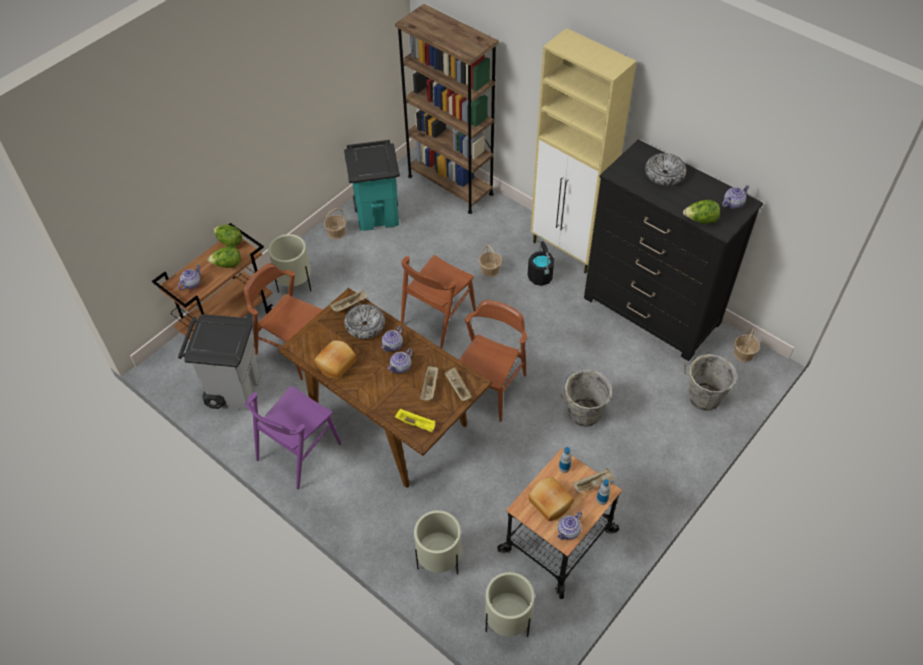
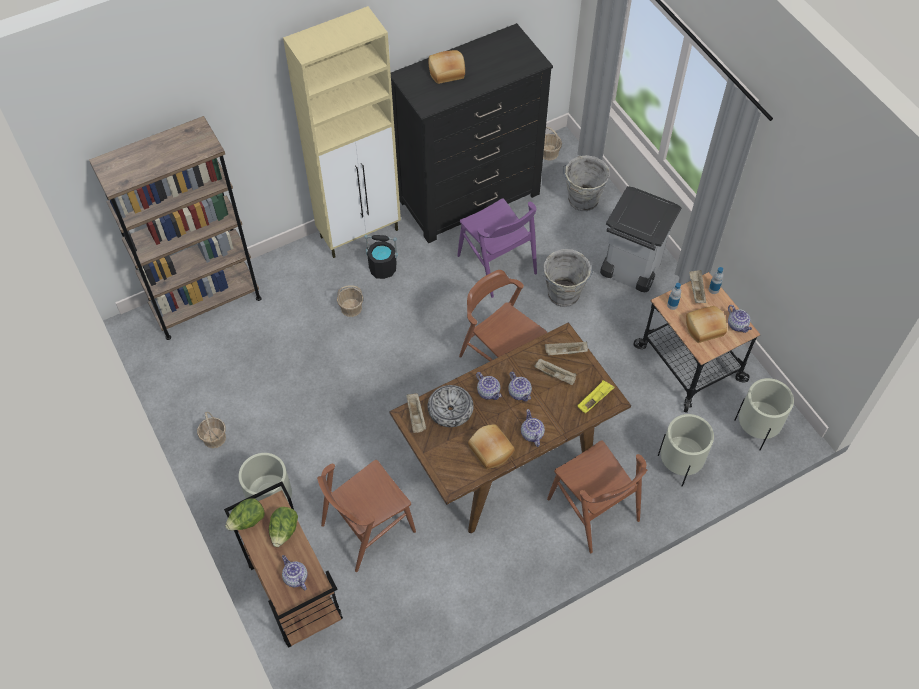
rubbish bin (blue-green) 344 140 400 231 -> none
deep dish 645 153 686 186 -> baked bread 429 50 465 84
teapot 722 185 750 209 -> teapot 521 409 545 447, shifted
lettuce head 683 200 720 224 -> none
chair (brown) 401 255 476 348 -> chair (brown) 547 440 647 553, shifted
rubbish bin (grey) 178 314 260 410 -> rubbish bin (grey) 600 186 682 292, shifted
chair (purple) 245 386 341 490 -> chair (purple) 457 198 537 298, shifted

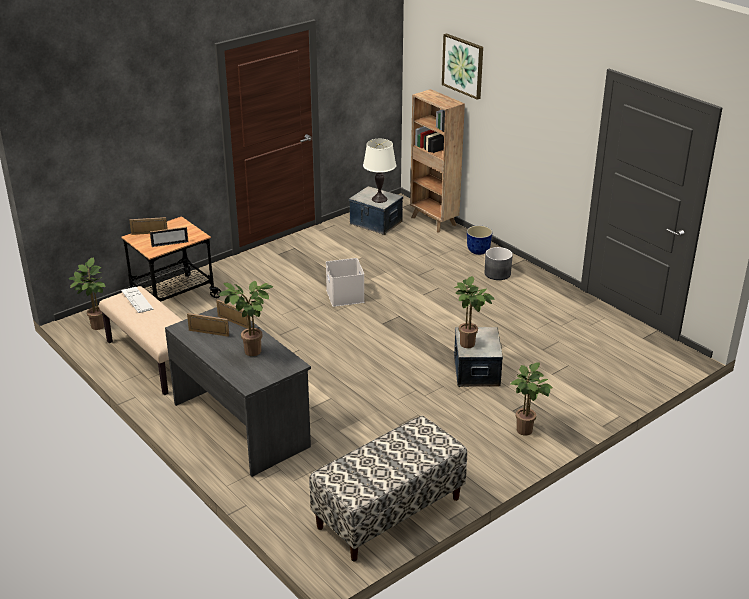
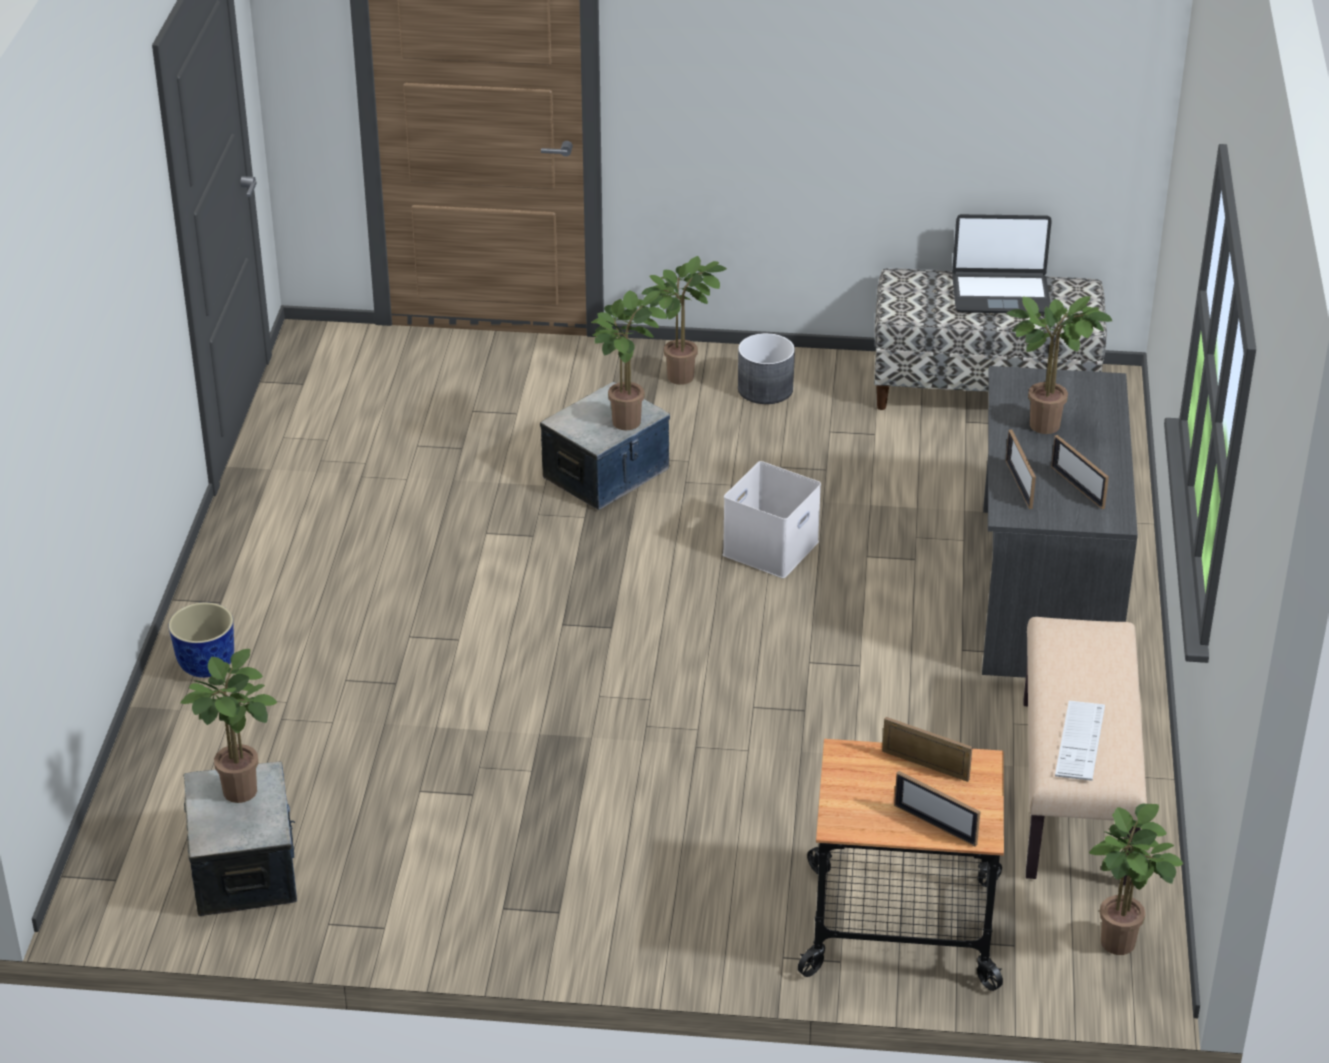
wall picture 442 33 483 100 -> none
bookcase (brown) 410 89 465 232 -> none
tabletop lamp (whitish) 363 139 396 203 -> houseplant 180 649 277 803
flower pot (grey) 484 247 513 280 -> flower pot (grey) 738 333 795 404, shifted
storage container (whitish) 326 258 365 307 -> storage container (whitish) 723 461 821 578, shifted
none -> portable computer 952 214 1052 314

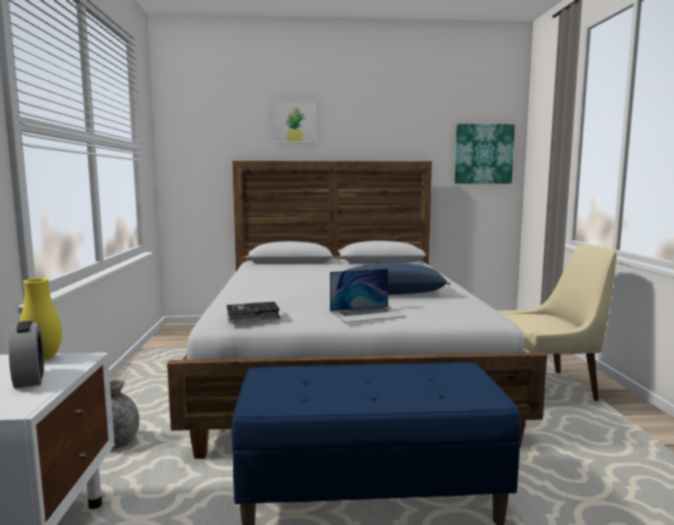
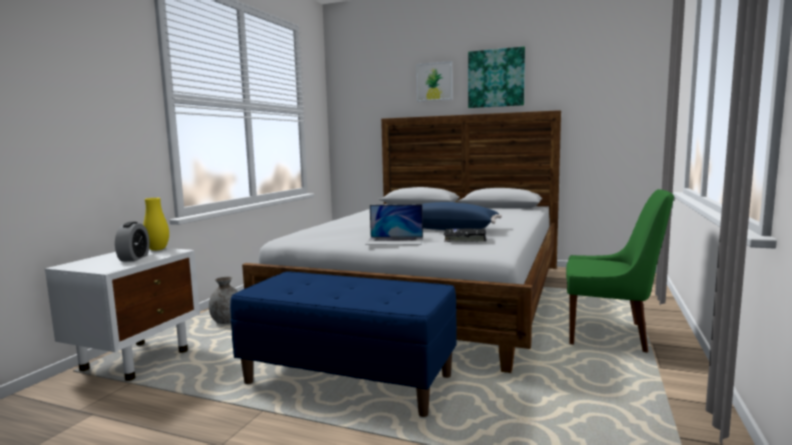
wall picture 454 124 515 183 -> wall picture 468 46 525 108, shifted
chair (sand-coloured) 498 244 617 401 -> chair (green-coloured) 566 189 674 353
volume (black) 227 302 280 323 -> volume (black) 444 229 487 242, shifted

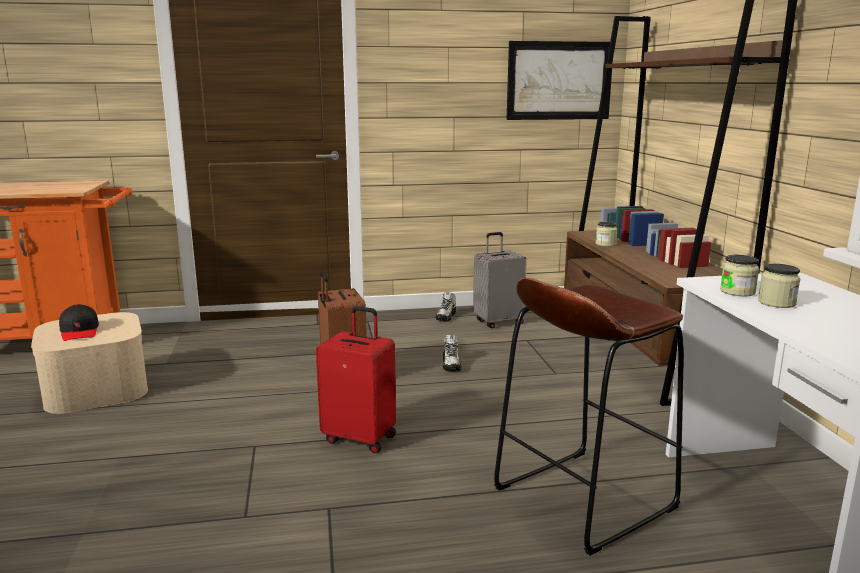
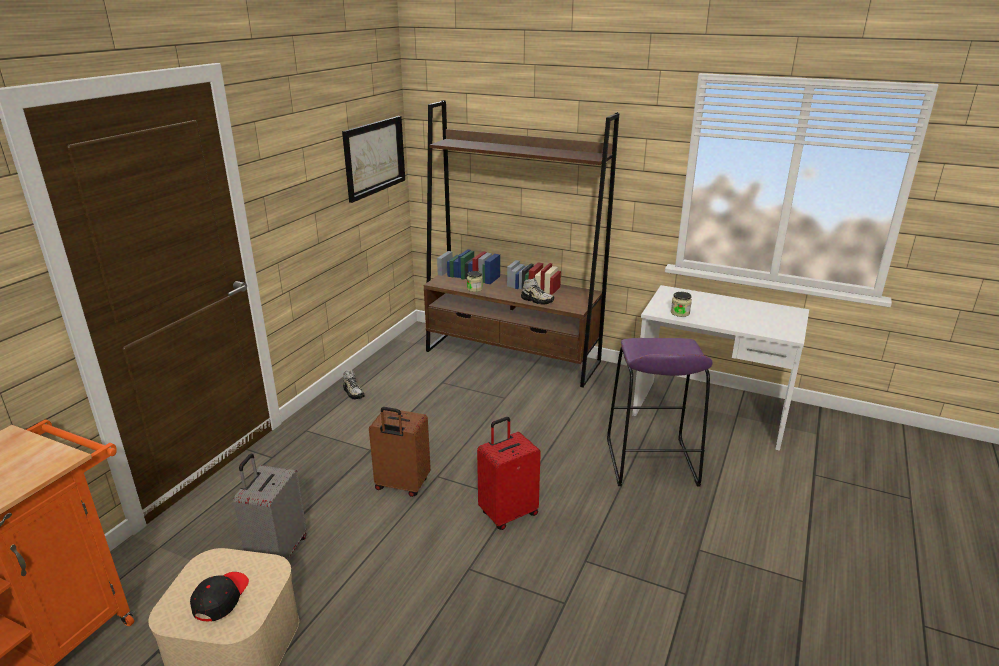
travel case (grey) 473 232 527 328 -> travel case (grey) 233 454 306 560, shifted
jar 758 264 800 308 -> none
stool seat (brown) 494 278 684 556 -> stool seat (purple) 607 338 712 486
baseball cap (black) 59 304 99 341 -> baseball cap (black) 190 572 249 622, 90 degrees counterclockwise
shoe 443 335 461 371 -> shoe 521 278 554 305, shifted

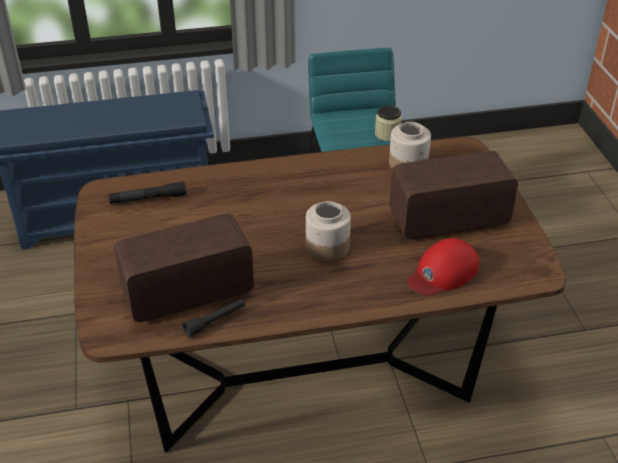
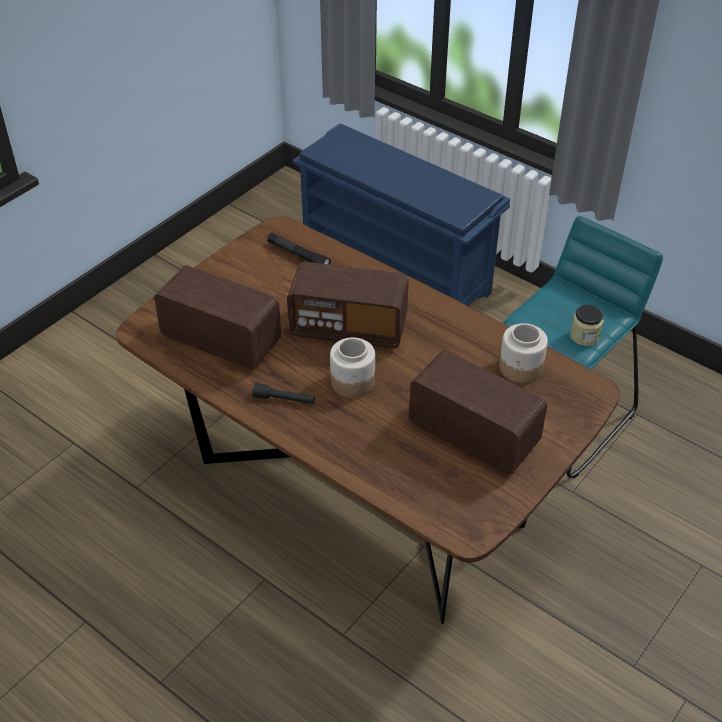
baseball cap (red-coloured) 407 238 479 295 -> none
hand torch (black) 182 299 245 338 -> hand torch (black) 252 383 315 404, shifted
none -> radio receiver 287 262 409 348

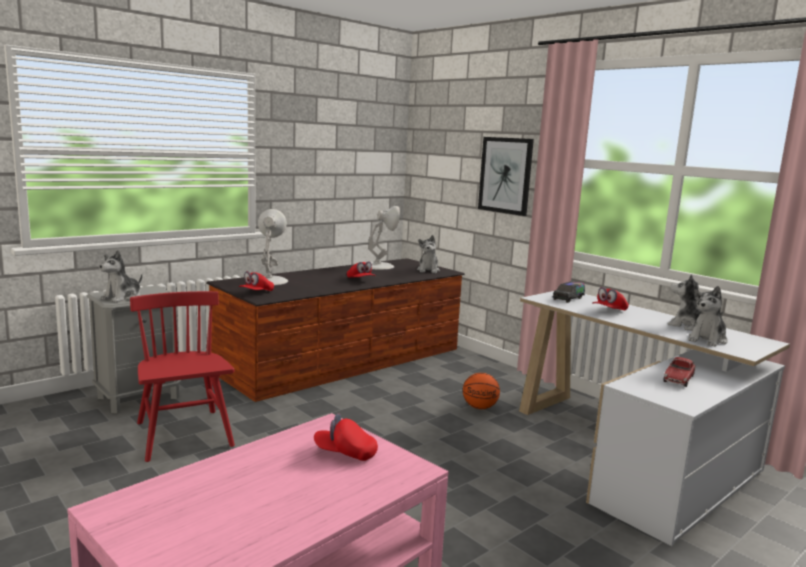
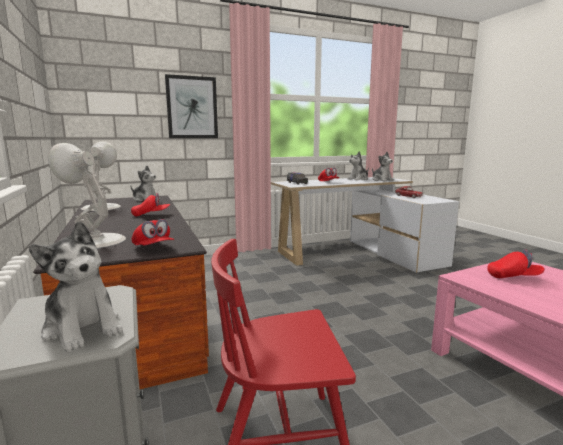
basketball ball 463 373 500 409 -> none
baseball cap (red-coloured) 314 413 378 461 -> baseball cap (red-coloured) 487 249 545 278, 105 degrees counterclockwise

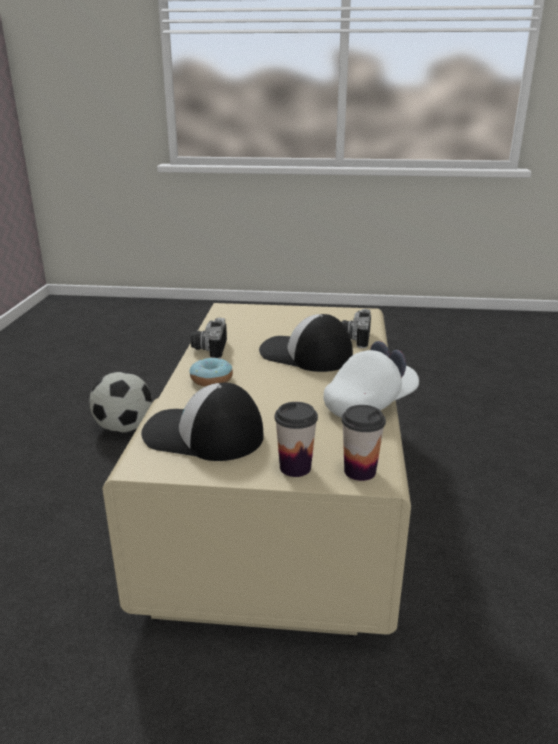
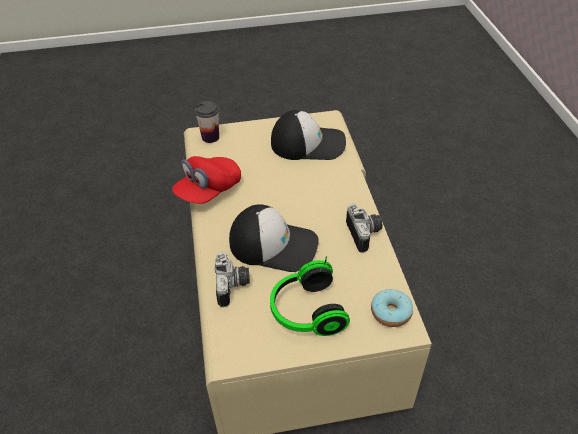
baseball cap (whitish) 324 341 419 418 -> baseball cap (red-coloured) 172 156 241 204
ring doughnut 190 358 233 387 -> ring doughnut 371 289 413 327, shifted
ball for football 89 372 152 433 -> none
drinking cup 275 402 318 477 -> none
none -> headphones 270 256 350 336

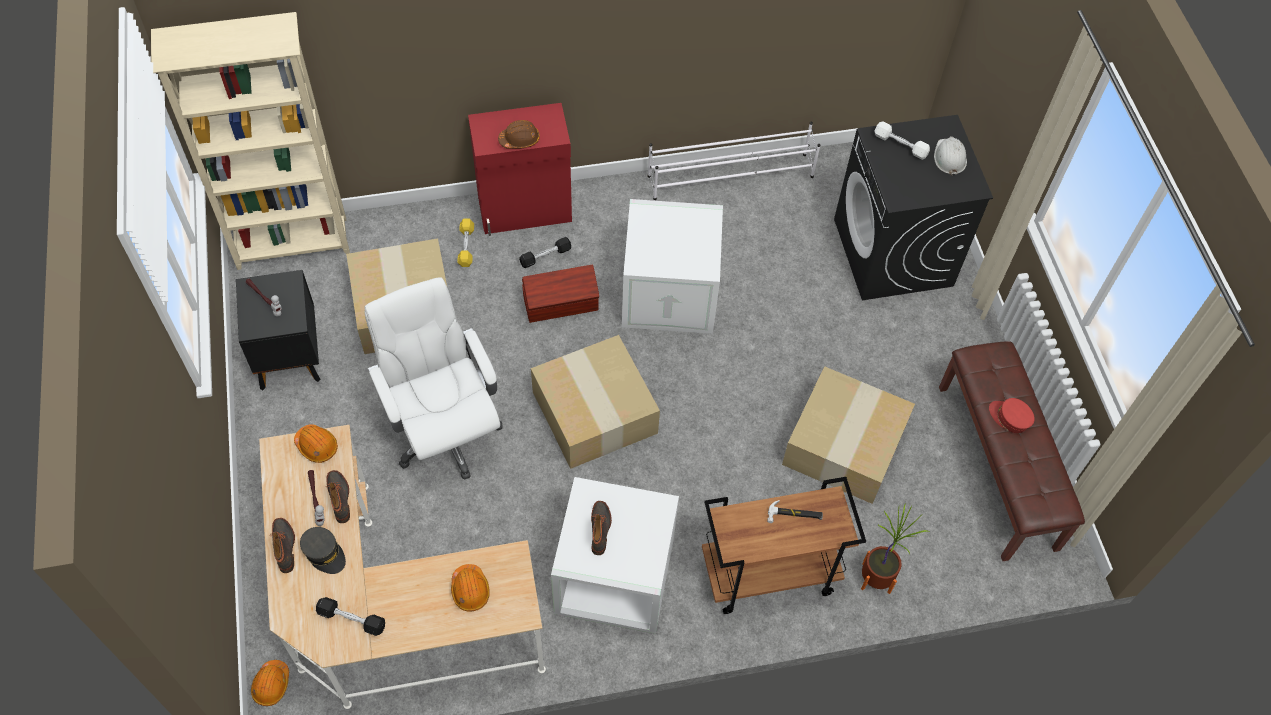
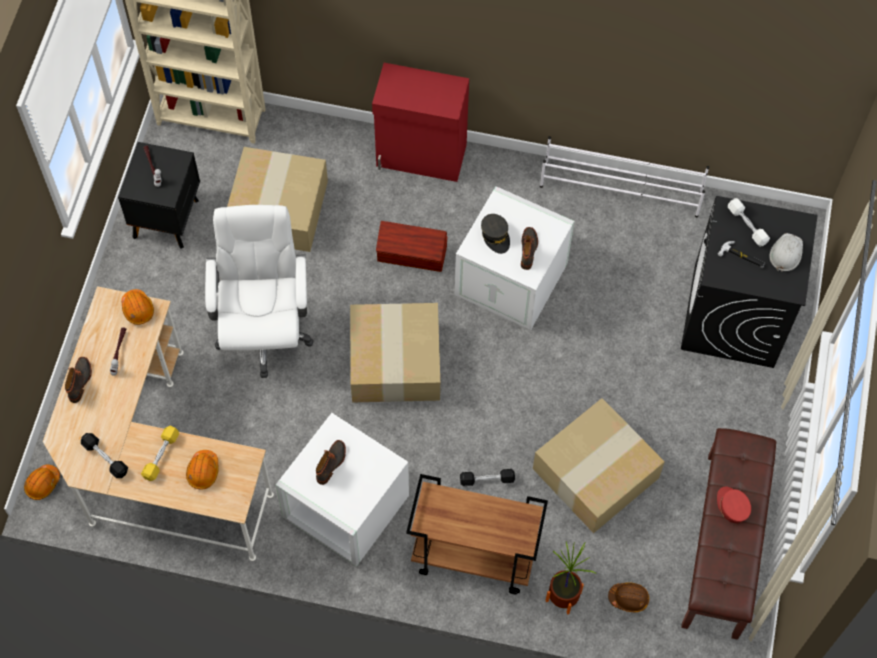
work helmet (brown) 498 120 540 149 -> work helmet (brown) 608 582 649 612, shifted
hand weight (yellow-coloured) 457 218 474 267 -> hand weight (yellow-coloured) 141 426 179 481, shifted
hand weight (black) 519 237 571 268 -> hand weight (black) 460 469 515 486, shifted
tall boot 326 470 350 523 -> tall boot 521 227 538 270, shifted
hand hammer 767 500 823 523 -> hand hammer 718 241 765 269, shifted
baseball cap (grey) 300 527 346 574 -> baseball cap (grey) 481 214 510 254, shifted

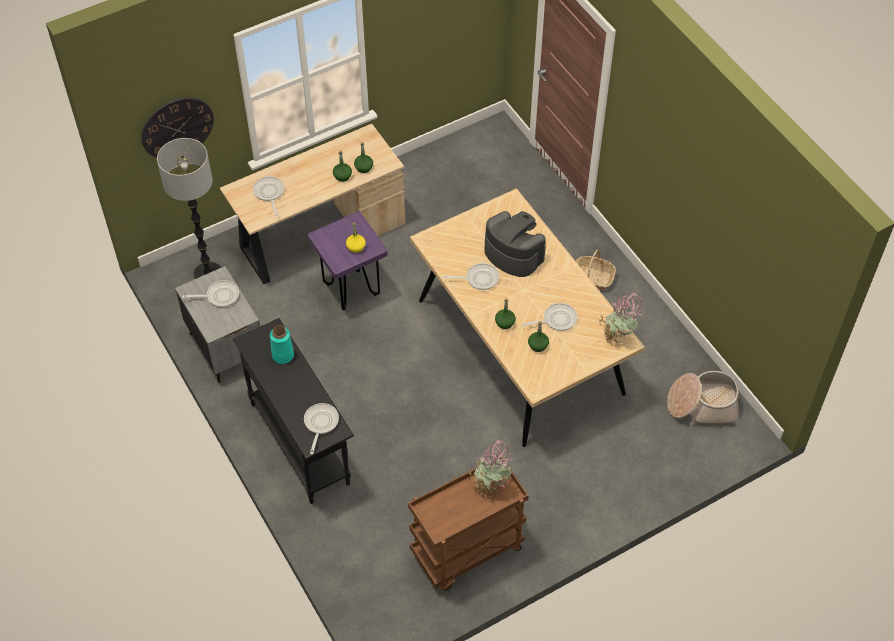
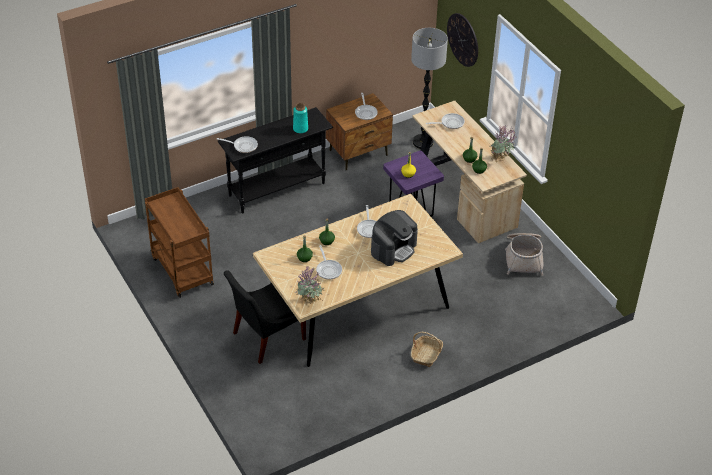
nightstand (grey) 175 266 260 383 -> nightstand (brown) 326 93 393 171
basket 667 371 739 427 -> basket 505 233 543 276, shifted
houseplant 467 440 513 498 -> houseplant 491 124 516 162, shifted
none -> chair (black) 224 270 306 364

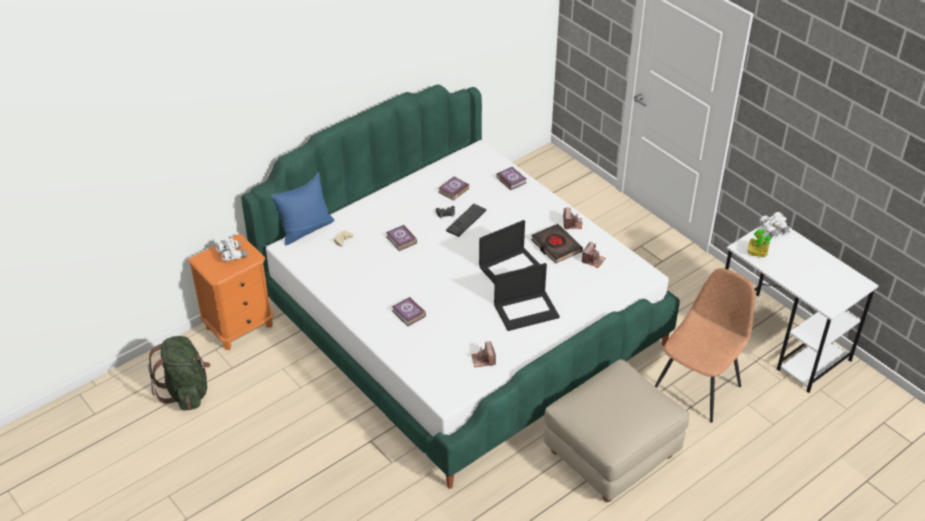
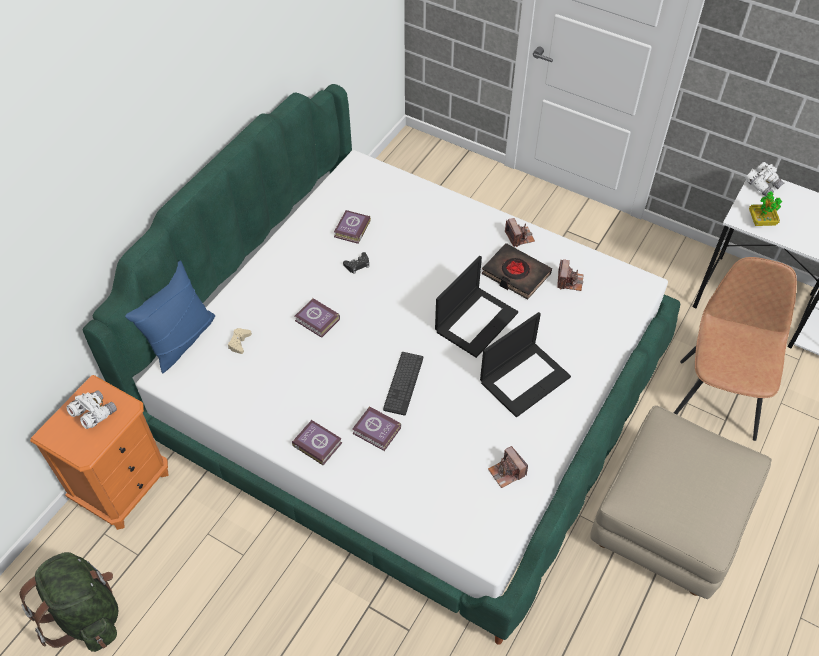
volume 496 167 526 190 -> volume 292 420 342 465, shifted
keyboard 446 204 486 237 -> keyboard 383 352 423 416, shifted

